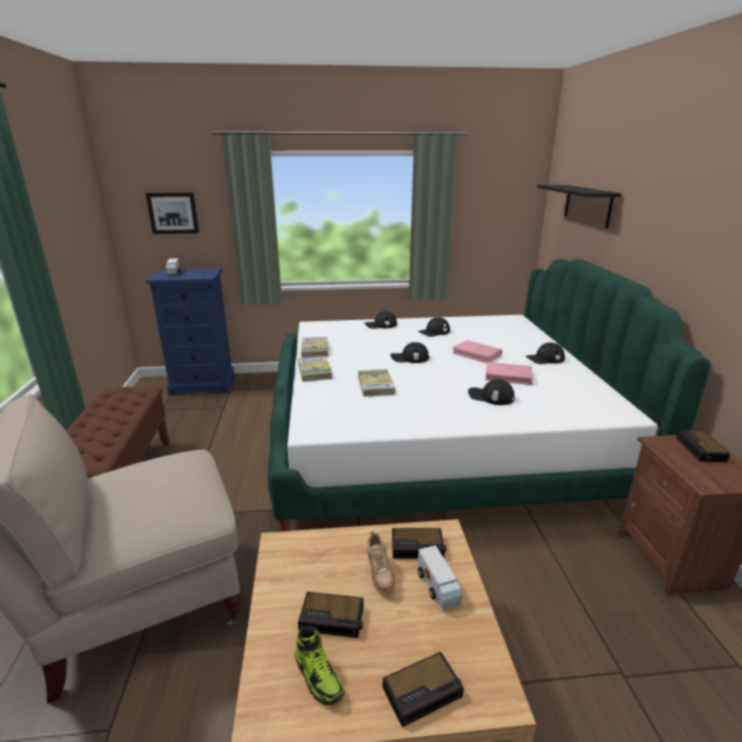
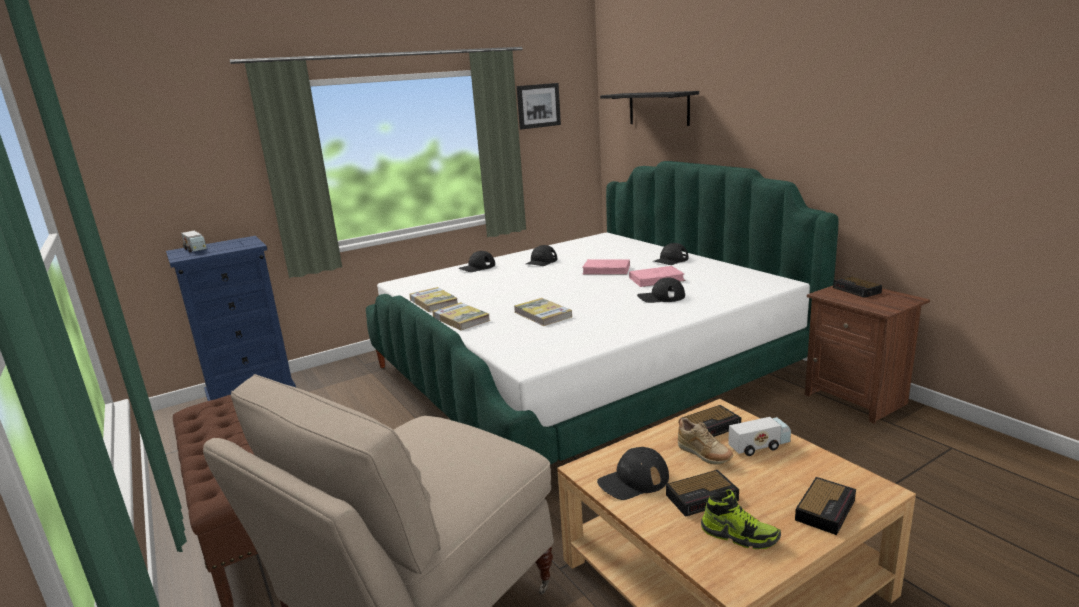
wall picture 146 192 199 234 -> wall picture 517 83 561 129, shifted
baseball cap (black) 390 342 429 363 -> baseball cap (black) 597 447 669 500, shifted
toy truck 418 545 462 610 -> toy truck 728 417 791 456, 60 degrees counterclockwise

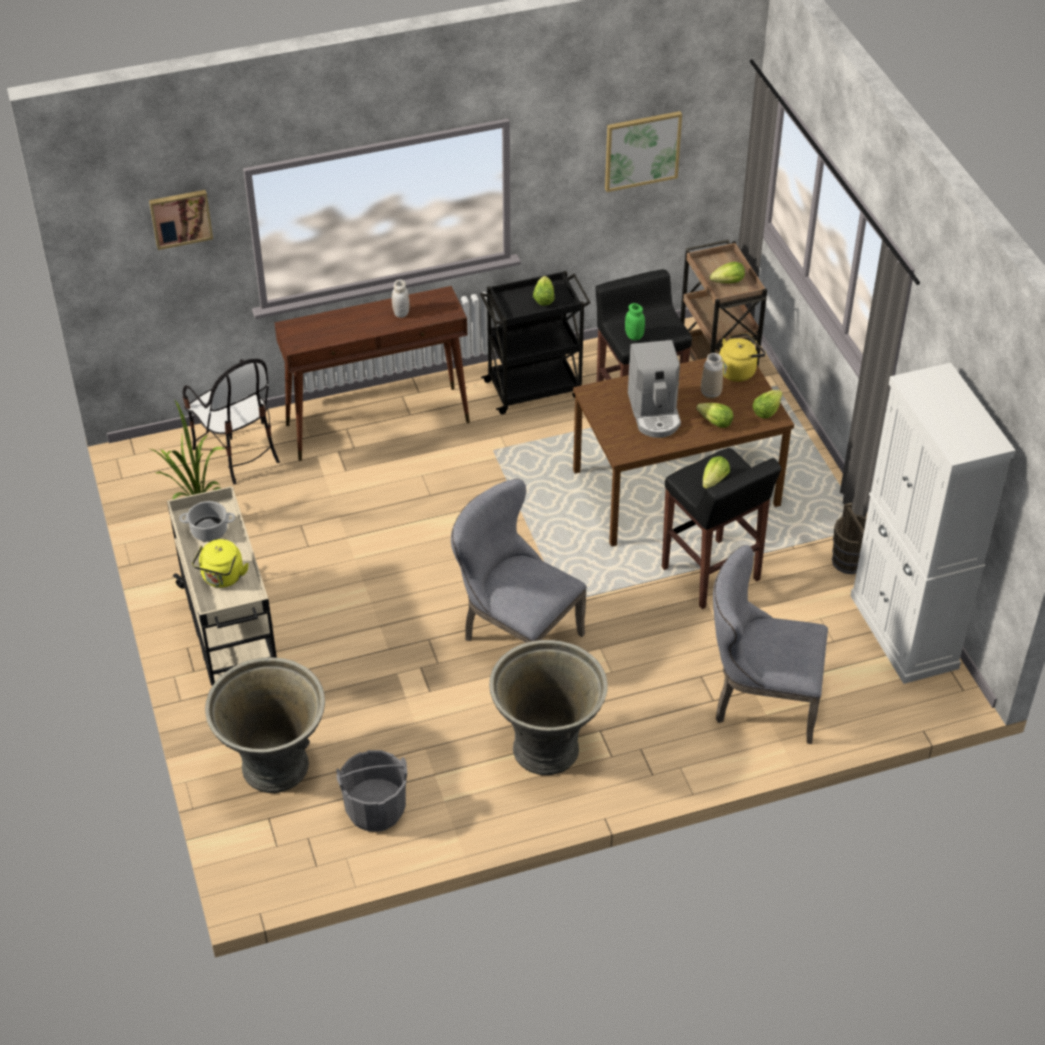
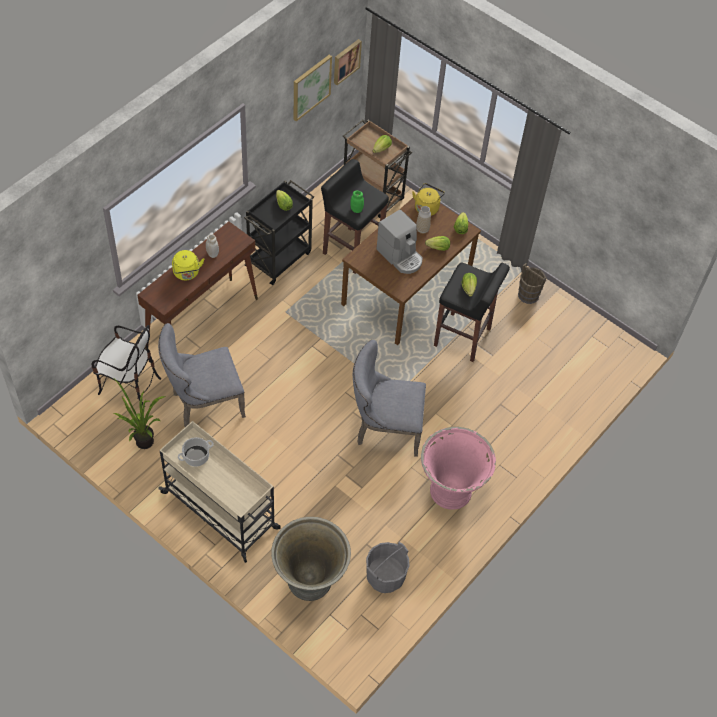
wall picture 149 190 213 250 -> wall picture 334 39 362 85, shifted
storage cabinet (whitish) 850 363 1016 684 -> none
water kettle (yellow-coloured) 192 539 249 588 -> water kettle (yellow-coloured) 172 250 204 280, shifted
chair (grey) 713 545 828 744 -> chair (grey) 158 323 246 427, shifted
flower pot (grey) 489 640 608 775 -> flower pot (pinkish) 421 427 496 510

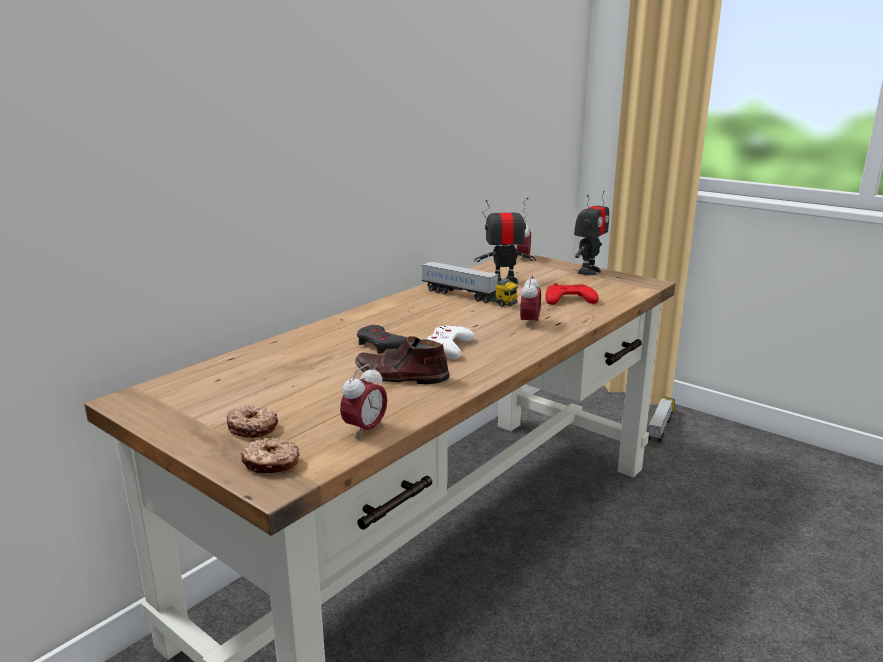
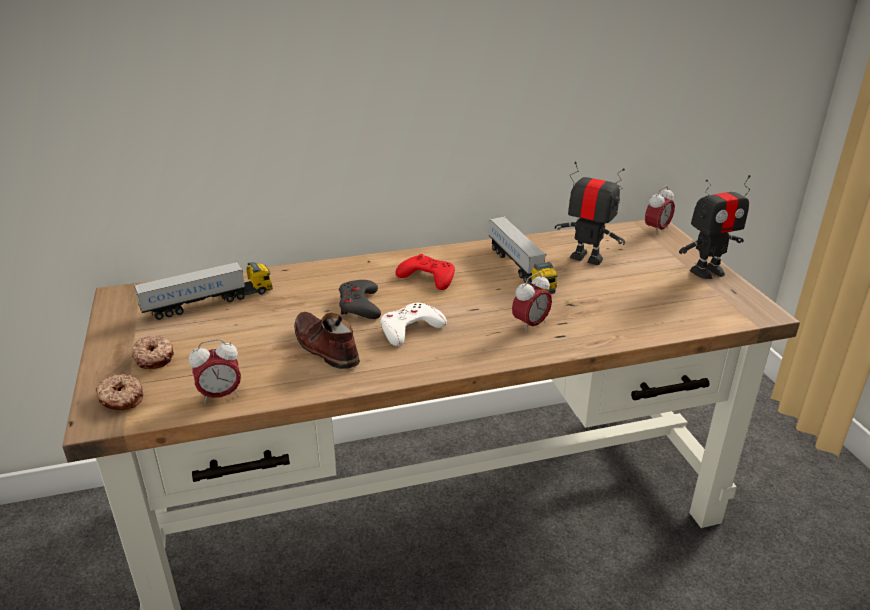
gamepad (red-coloured) 546 283 599 305 -> gamepad (red-coloured) 395 254 455 290, shifted
toy truck 648 397 675 442 -> toy truck 134 262 273 320, shifted

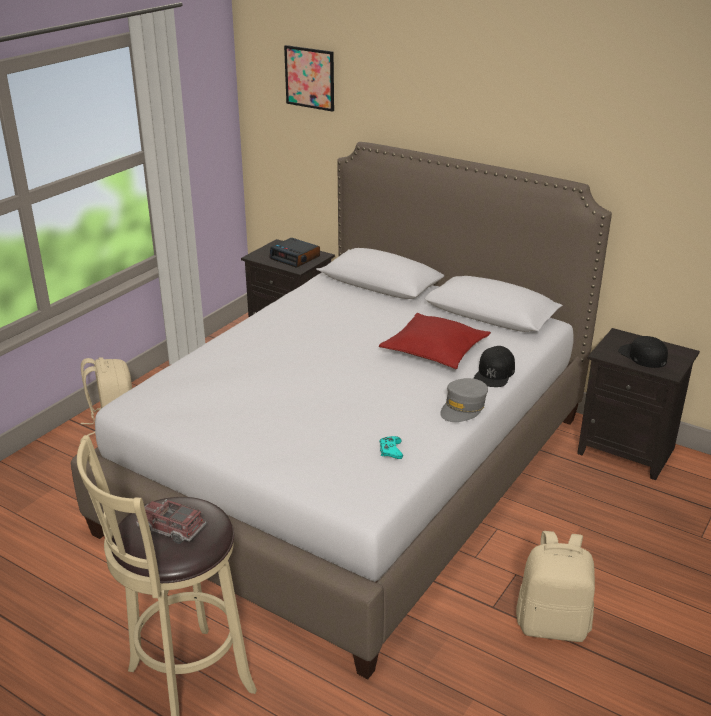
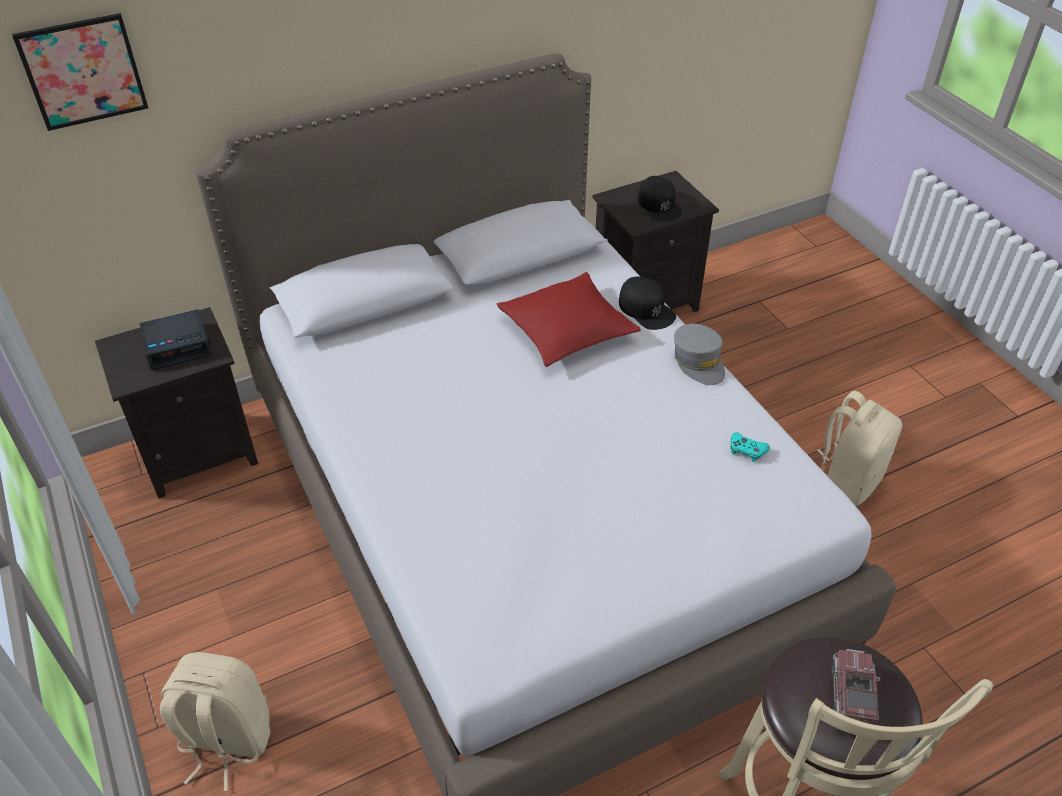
baseball cap (black) 618 336 668 368 -> baseball cap (black) 638 176 682 221, 105 degrees counterclockwise
toy truck 136 499 206 544 -> toy truck 832 649 880 725, 135 degrees clockwise

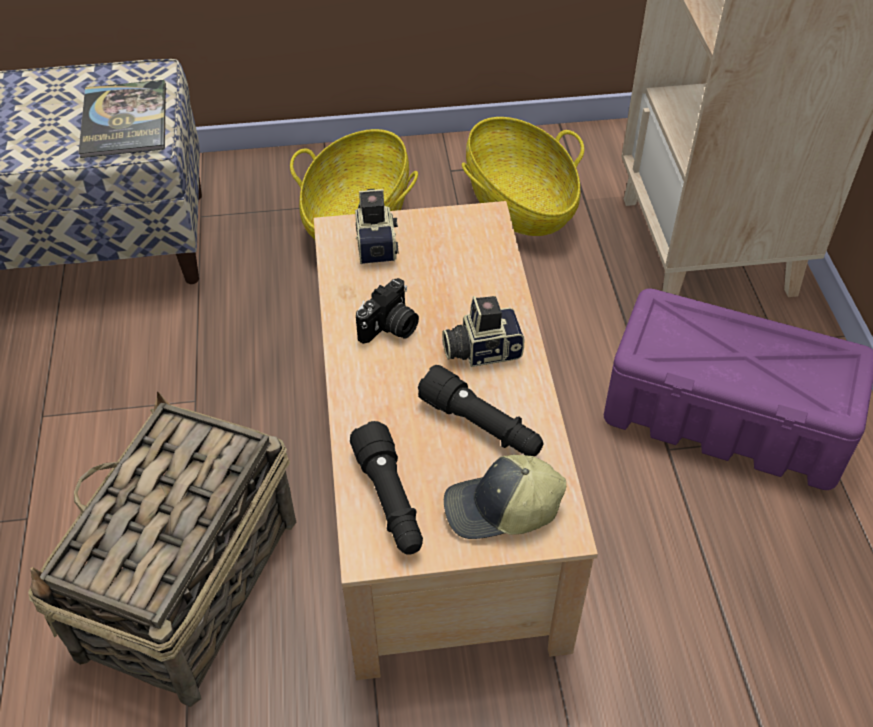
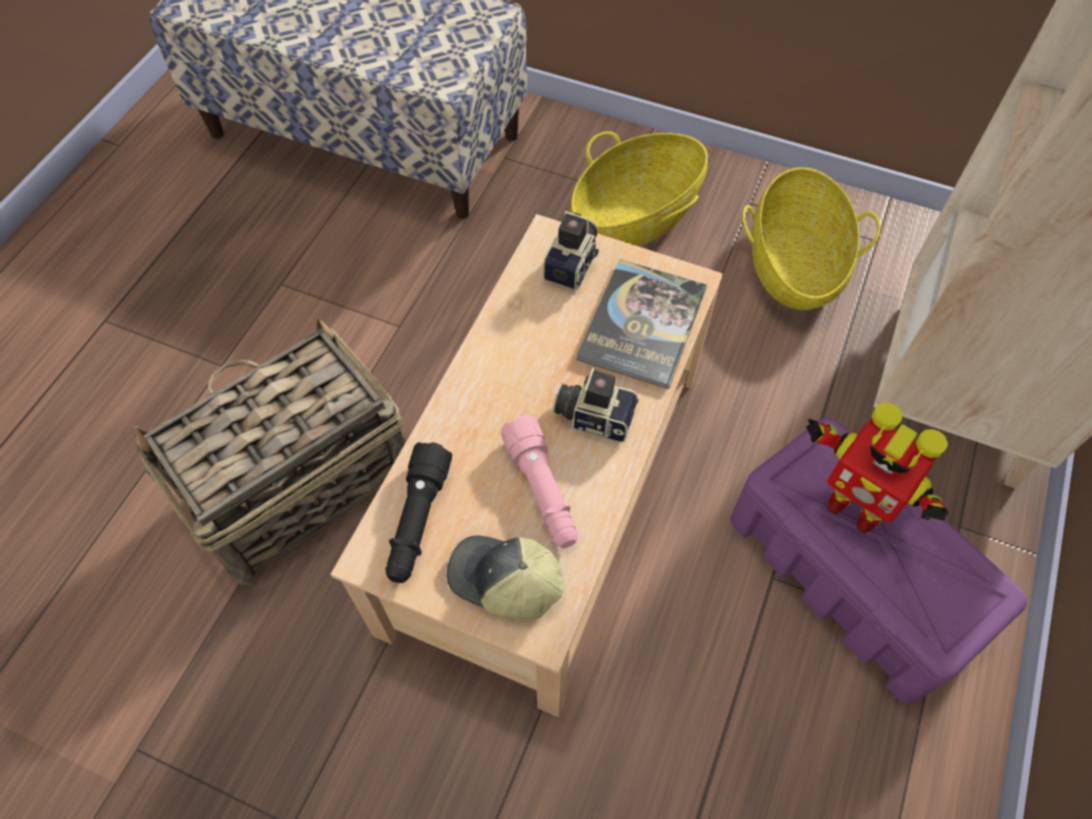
volume 78 80 166 158 -> volume 576 259 707 389, shifted
photo camera 356 278 419 344 -> none
hand torch (black) 418 365 543 456 -> hand torch (pinkish) 501 415 577 548
none -> toy robot 806 402 948 533

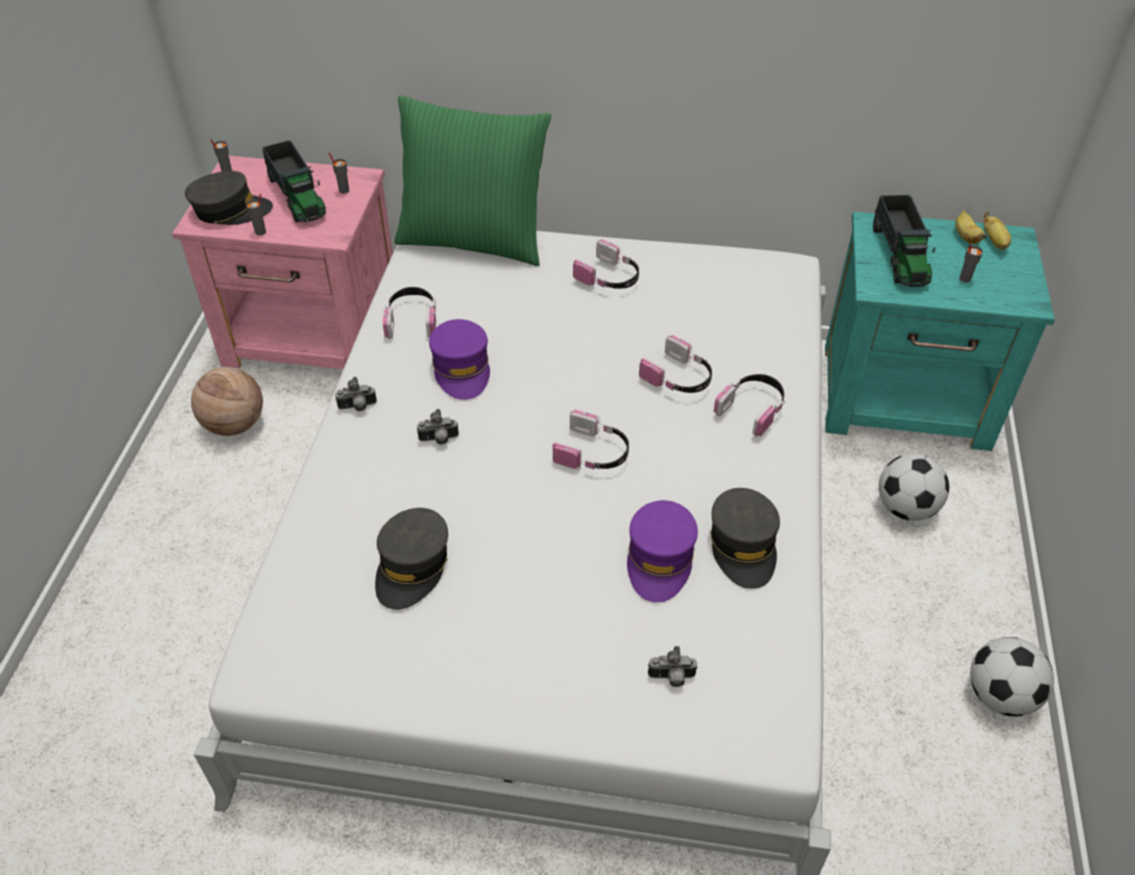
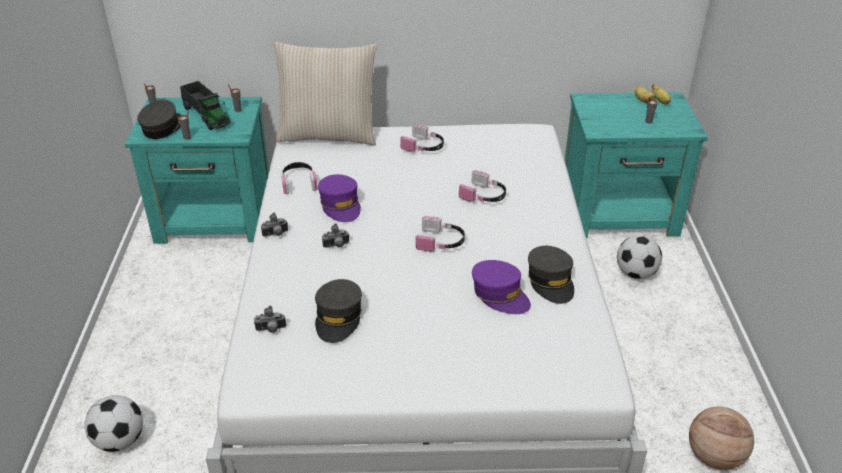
pillow (green-coloured) 394 96 551 266 -> pillow (sand-coloured) 274 42 377 146
nightstand (pinkish) 172 156 393 369 -> nightstand (blue-green) 125 97 269 244
baseball cap (grey) 185 171 273 225 -> baseball cap (grey) 137 100 181 139, 60 degrees counterclockwise
toy truck 873 195 936 287 -> none
basketball ball 191 367 263 436 -> basketball ball 689 407 754 470, shifted
headphones 714 374 785 436 -> none
baseball cap (purple) 627 500 698 602 -> baseball cap (purple) 472 260 531 314, 45 degrees counterclockwise
ball for football 970 637 1054 716 -> ball for football 84 395 143 452, shifted
photo camera 648 646 698 687 -> photo camera 254 306 286 333, shifted

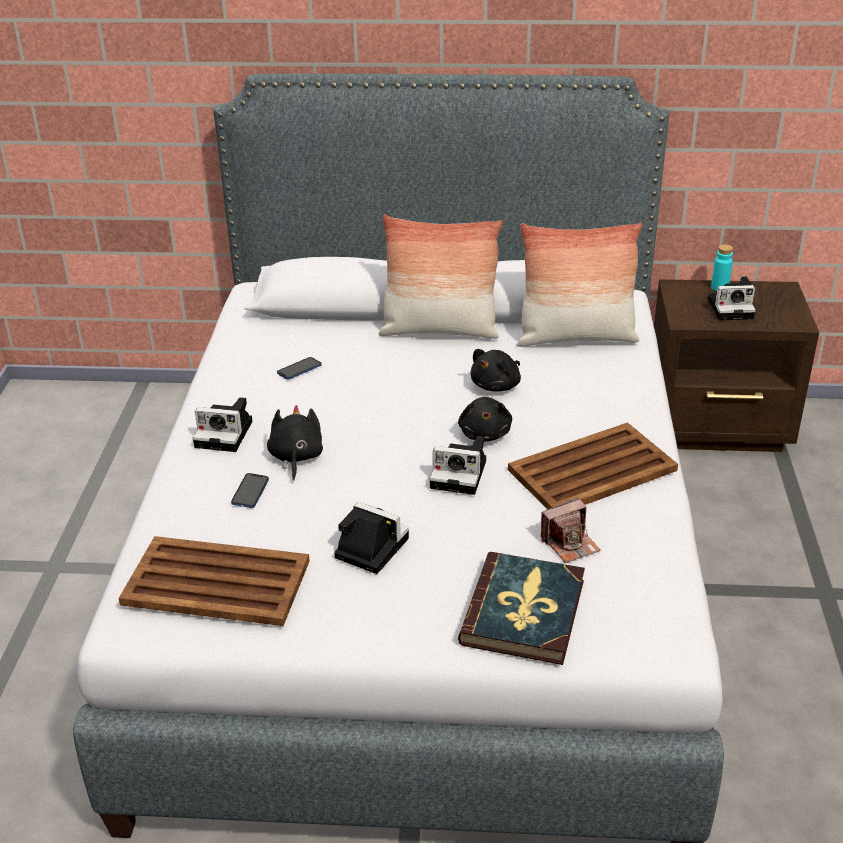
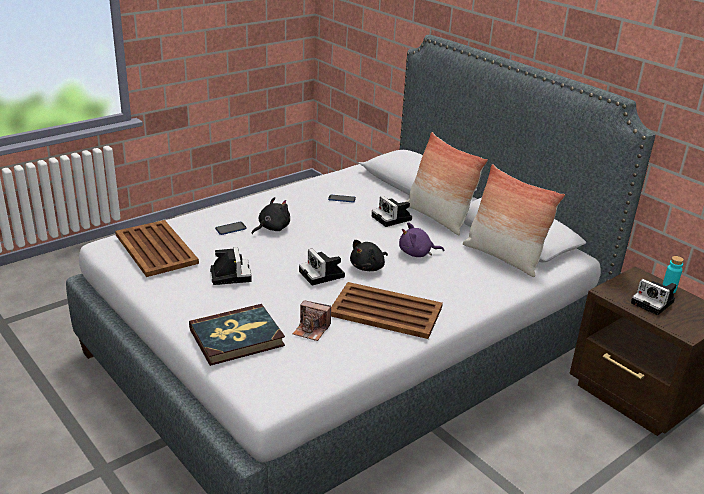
cuddly toy (black) 470 349 521 392 -> cuddly toy (purple) 399 222 444 257
photo camera 193 397 252 452 -> photo camera 372 196 412 227, shifted

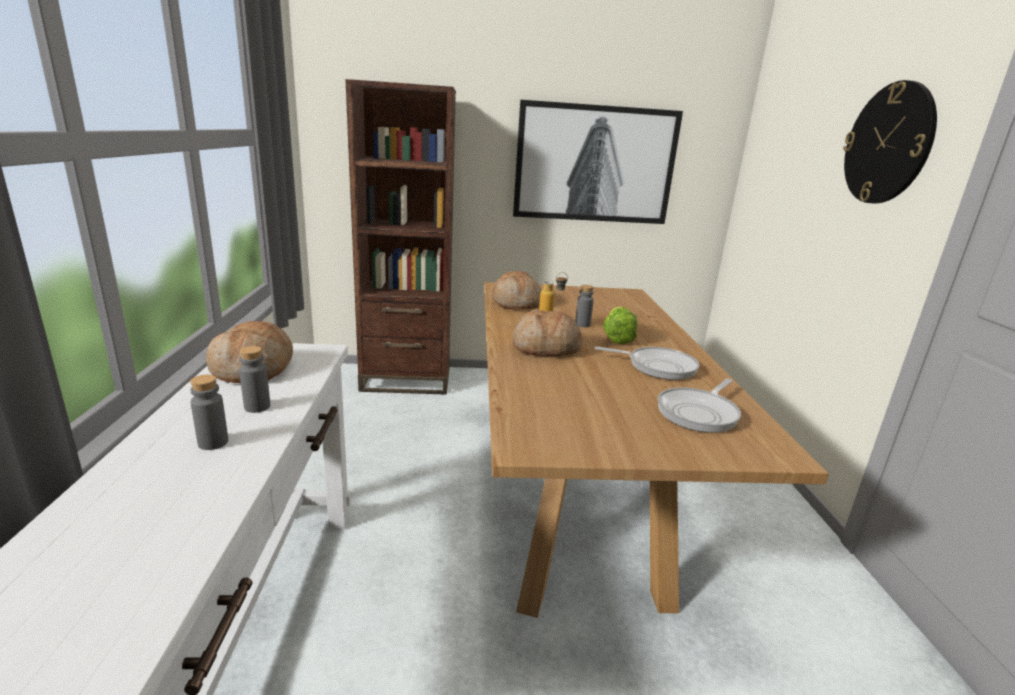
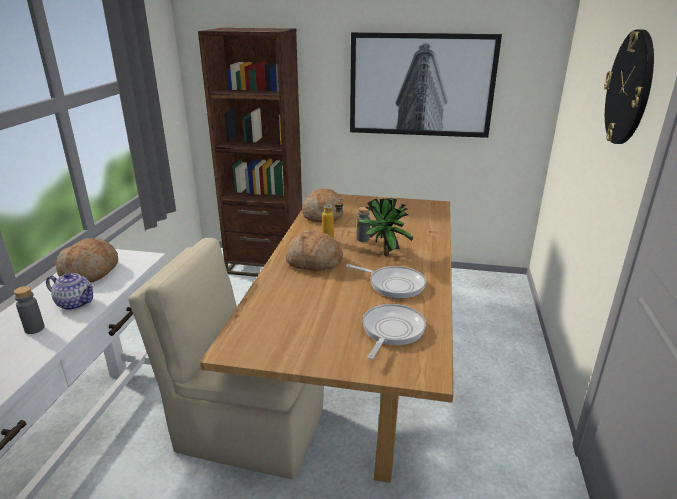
lettuce head 603 306 638 344 -> houseplant 357 198 413 256
drink bottle (grey) 239 346 270 413 -> teapot 46 272 95 310
frying pan 658 379 741 433 -> frying pan 362 304 426 359, 150 degrees clockwise
none -> chair (sand-coloured) 128 238 324 479

